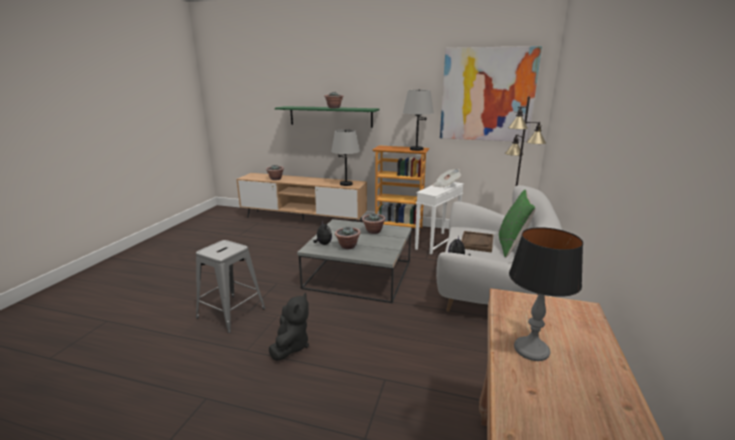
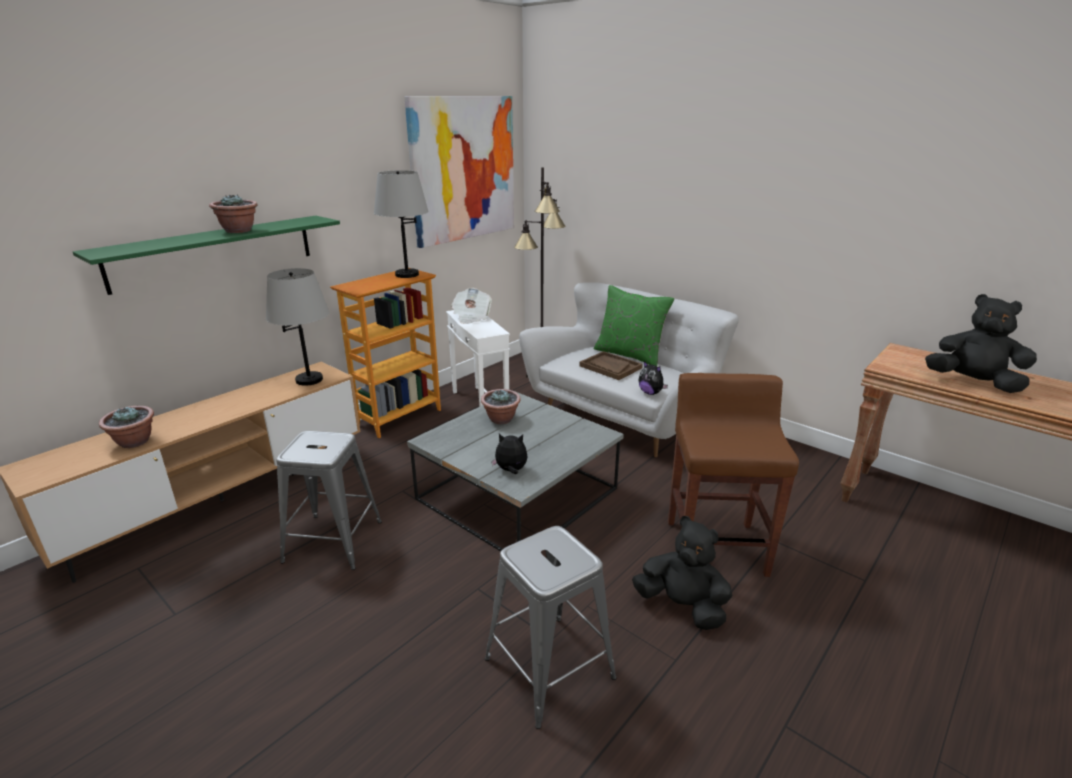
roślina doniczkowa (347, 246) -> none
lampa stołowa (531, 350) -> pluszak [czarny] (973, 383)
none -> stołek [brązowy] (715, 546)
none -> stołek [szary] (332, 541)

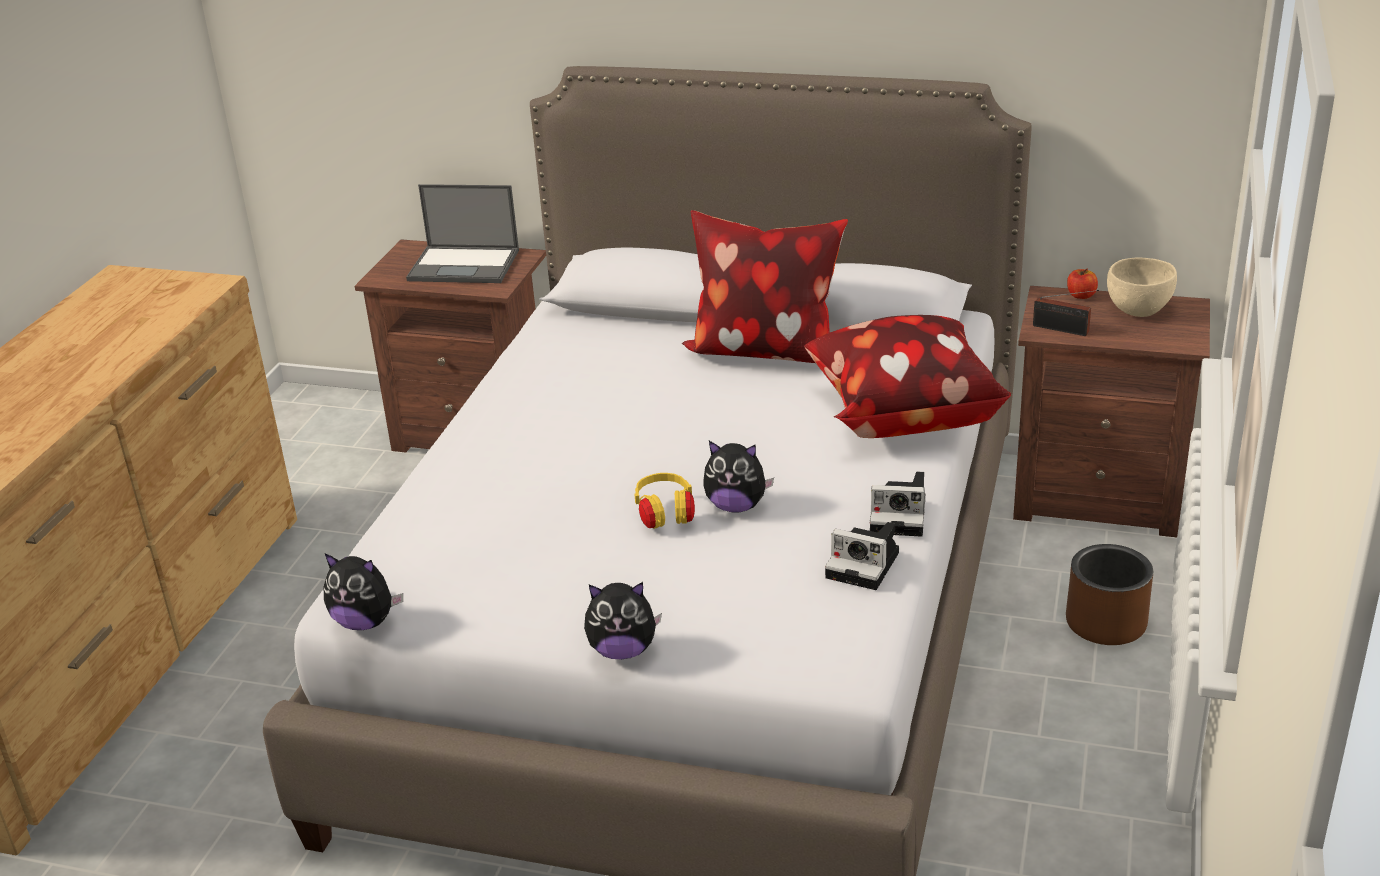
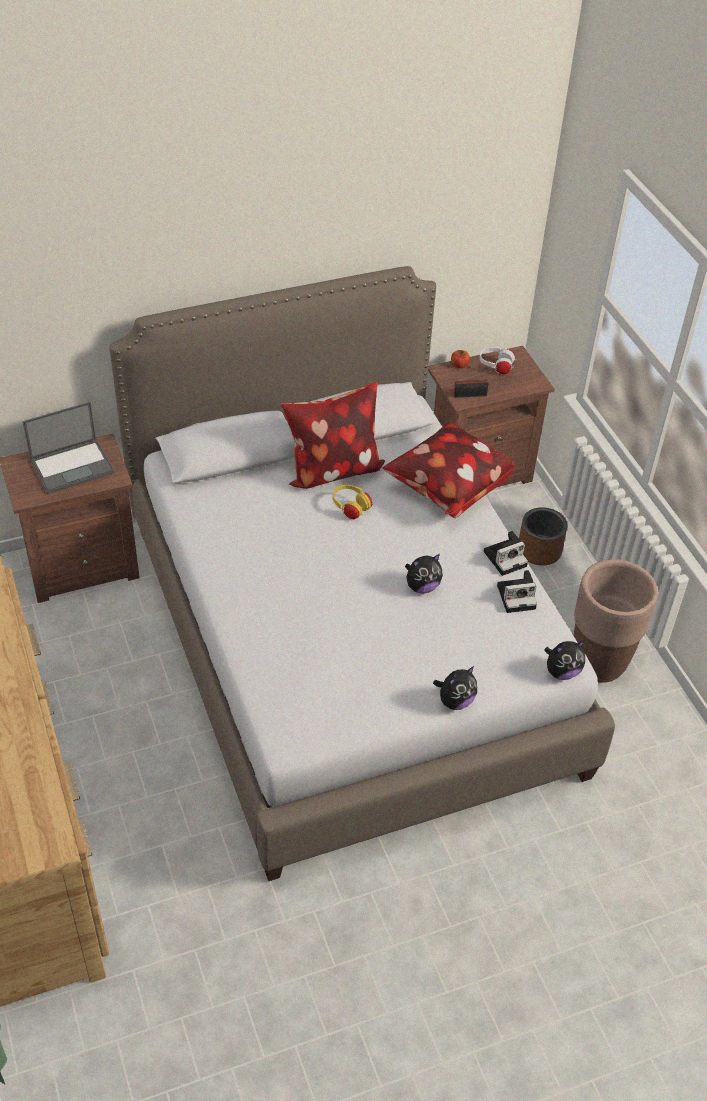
miska [beżowy] (1138, 310) -> słuchawki [biały] (496, 367)
słuchawki [żółty] (665, 515) -> słuchawki [żółty] (351, 508), move
pluszak (365, 622) -> pluszak (561, 672), move
none -> donica [brązowy] (599, 663)

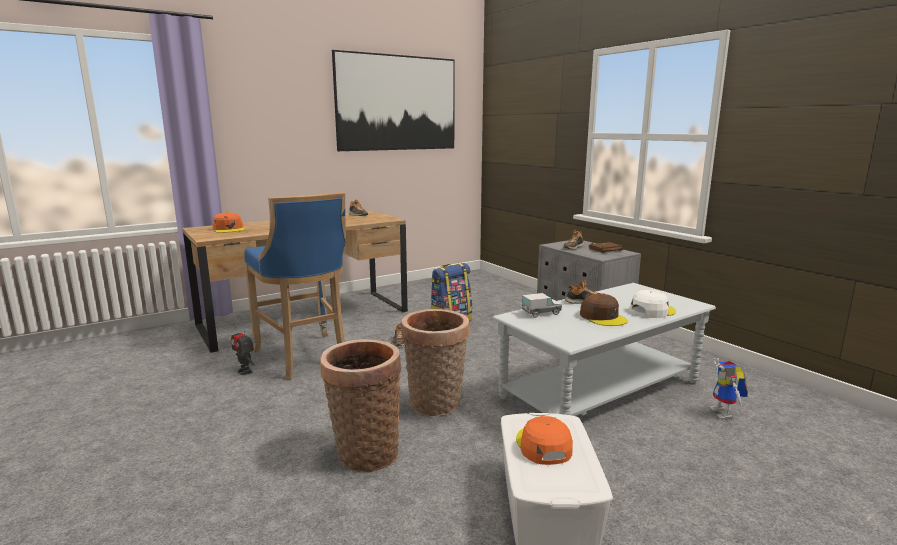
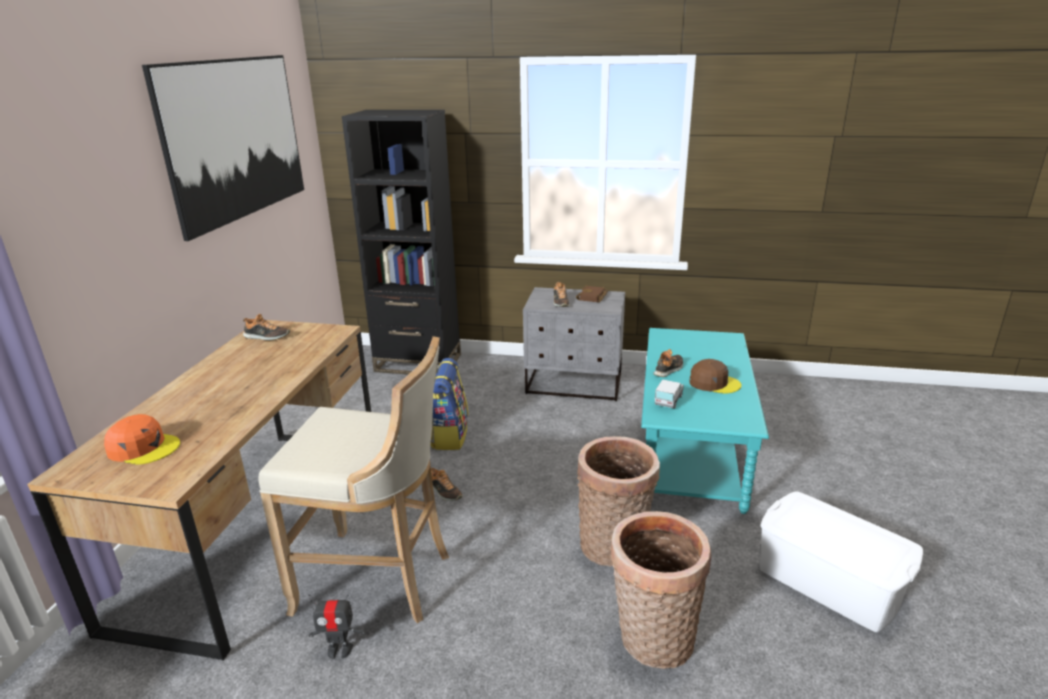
stołek [niebieski] (305, 358) -> stołek [beżowy] (379, 580)
ława [szary] (601, 390) -> ława [turkusowy] (691, 448)
czapka z daszkiem [biały] (652, 311) -> none
robot zabawkowy (725, 414) -> none
czapka z daszkiem [pomarańczowy] (543, 446) -> none
none -> regał [czarny] (418, 363)

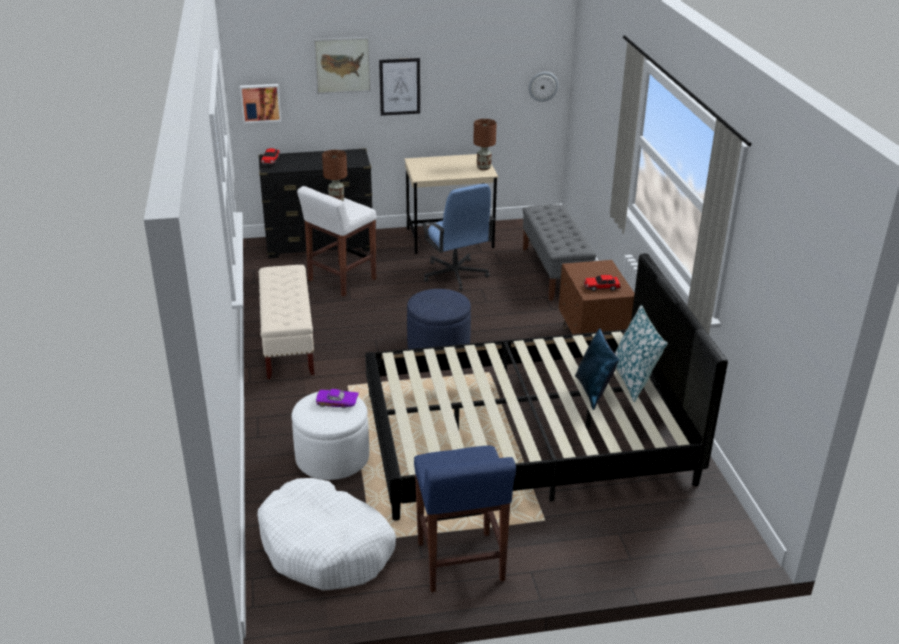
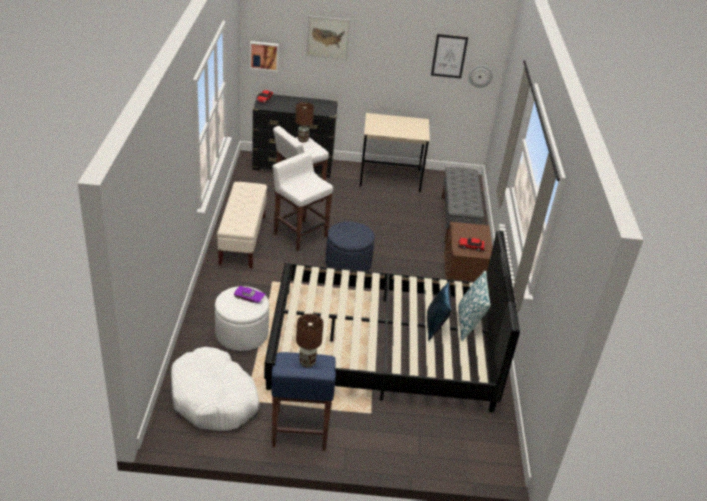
obraz (399, 86) -> obraz (449, 56), move
lampa stołowa [brązowy] (483, 167) -> lampa stołowa [brązowy] (307, 362), move
krzesło biurowe [niebieski] (455, 275) -> none
none -> stołek [biały] (300, 235)

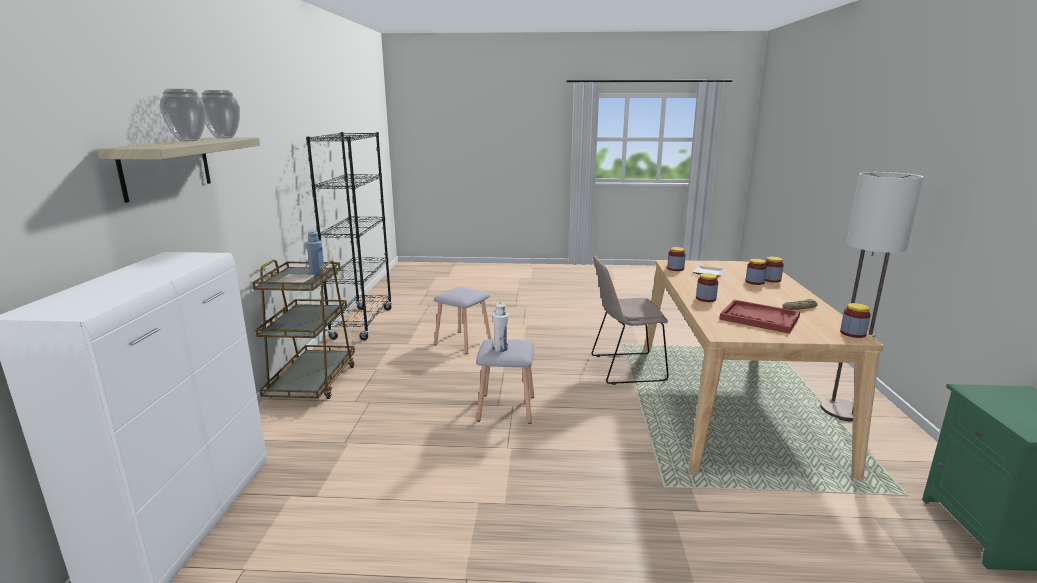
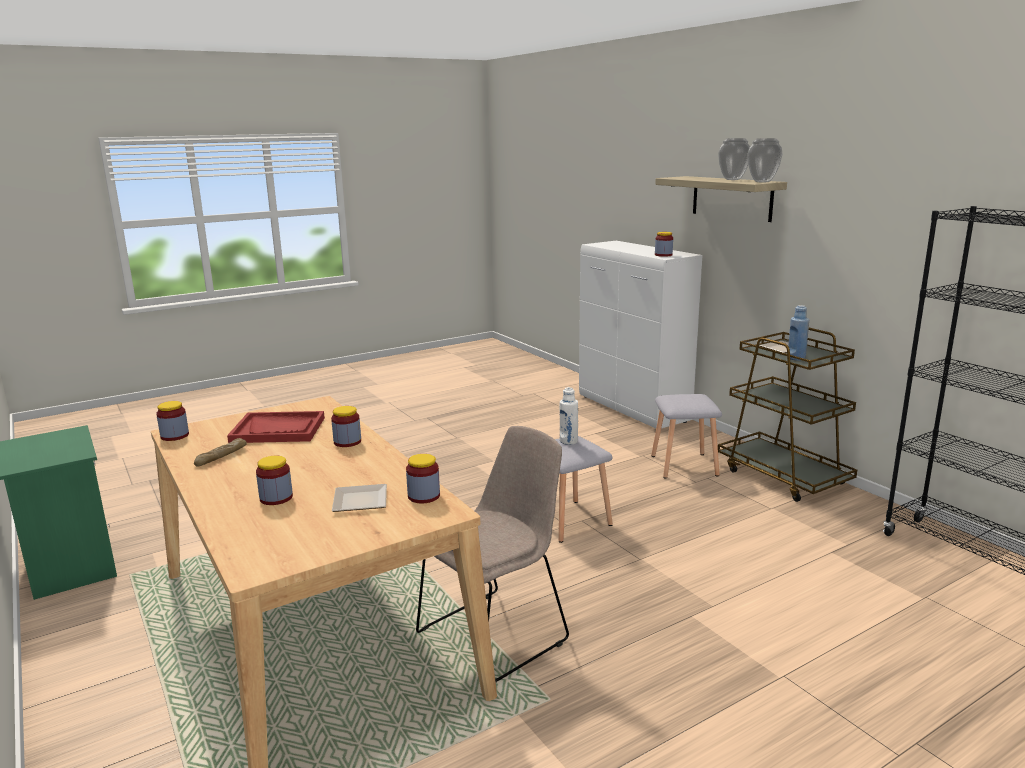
lampa stojąca (842, 411) -> none
słoik (771, 280) -> słoik (663, 255), move
stołek [szary] (463, 342) -> stołek [szary] (685, 466), move

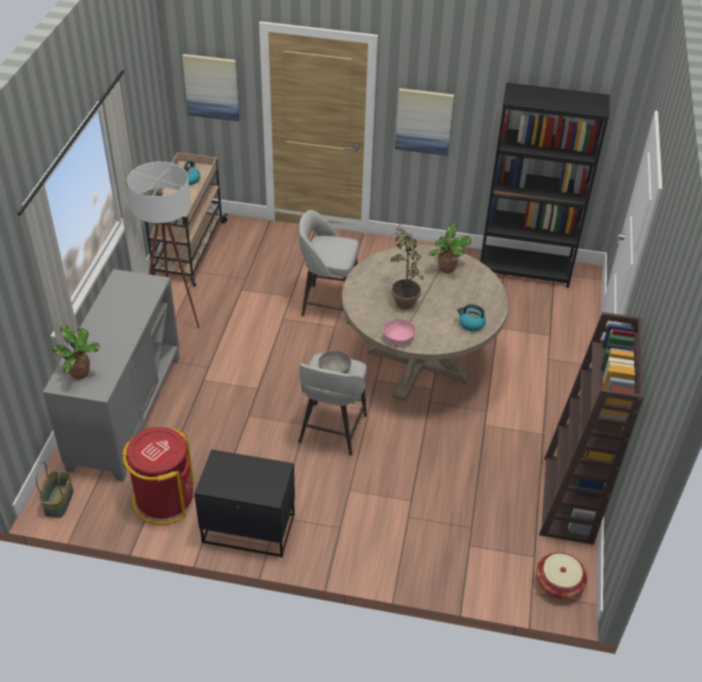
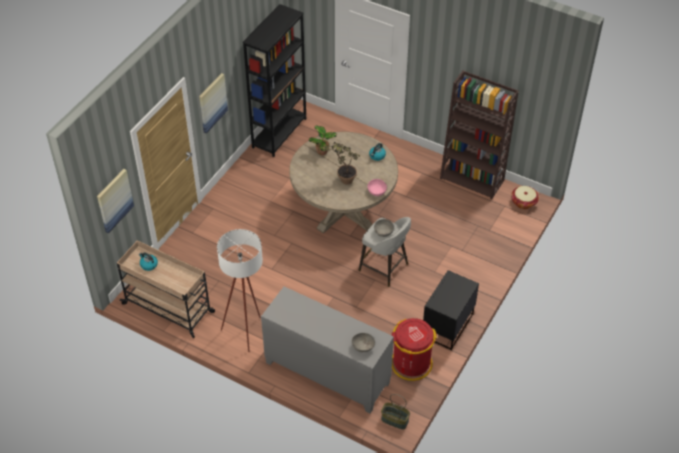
stołek [szary] (328, 303) -> none
roślina doniczkowa (81, 374) -> miska [szary] (363, 346)

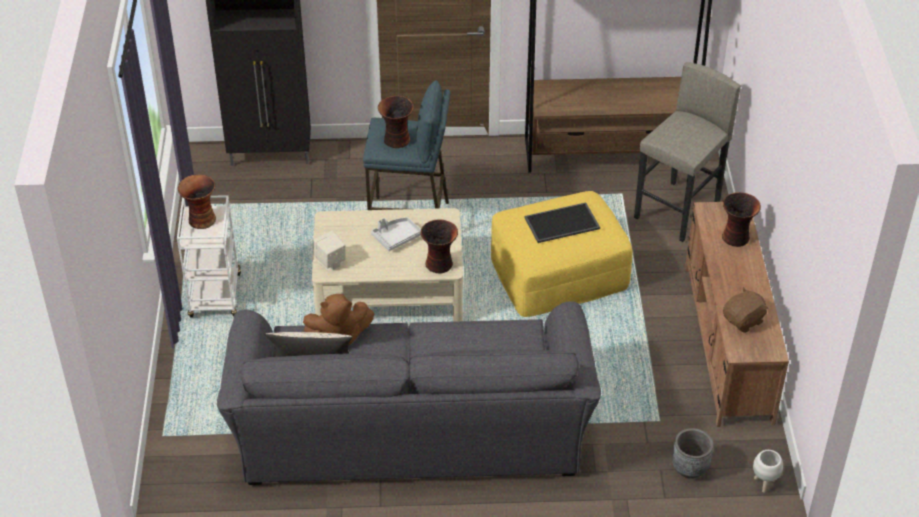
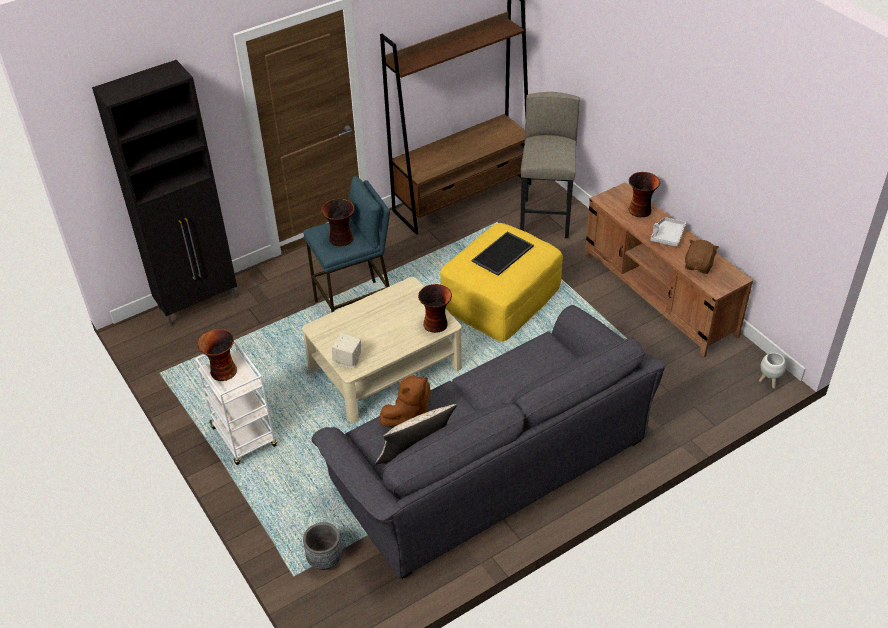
taca [szary] (396, 237) -> taca [szary] (667, 236), move
donica [szary] (689, 468) -> donica [szary] (324, 559), move

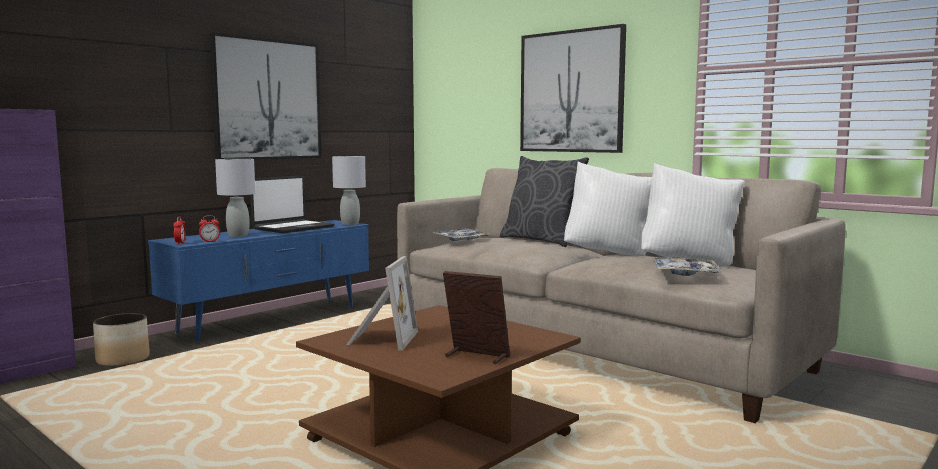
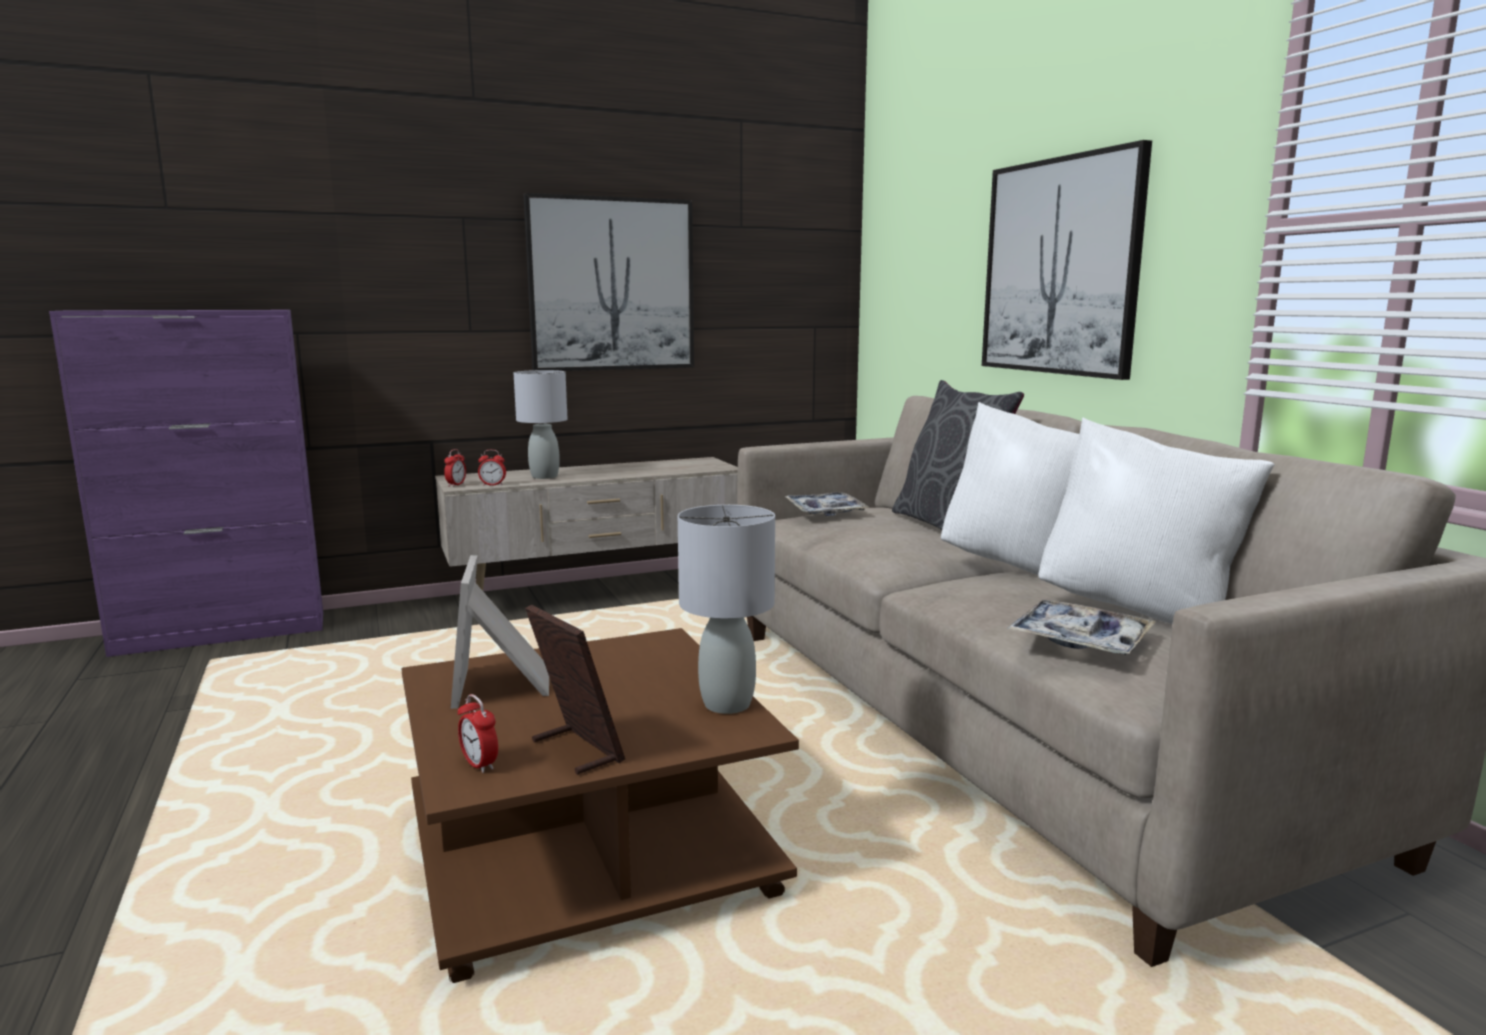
lampa stołowa [szary] (350, 223) -> lampa stołowa [szary] (726, 704), move
laptop (293, 228) -> none
szafka pod telewizor [niebieski] (271, 320) -> szafka pod telewizor [beżowy] (596, 593)
ramka na zdjęcie (380, 339) -> ramka na zdjęcie (505, 684), 135 degrees clockwise
donica (123, 360) -> none
none -> budzik (479, 765)

